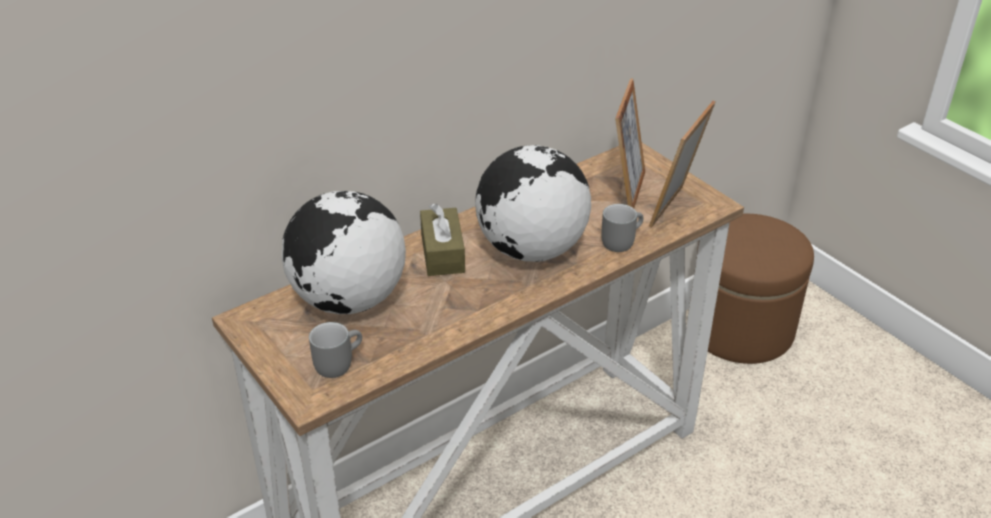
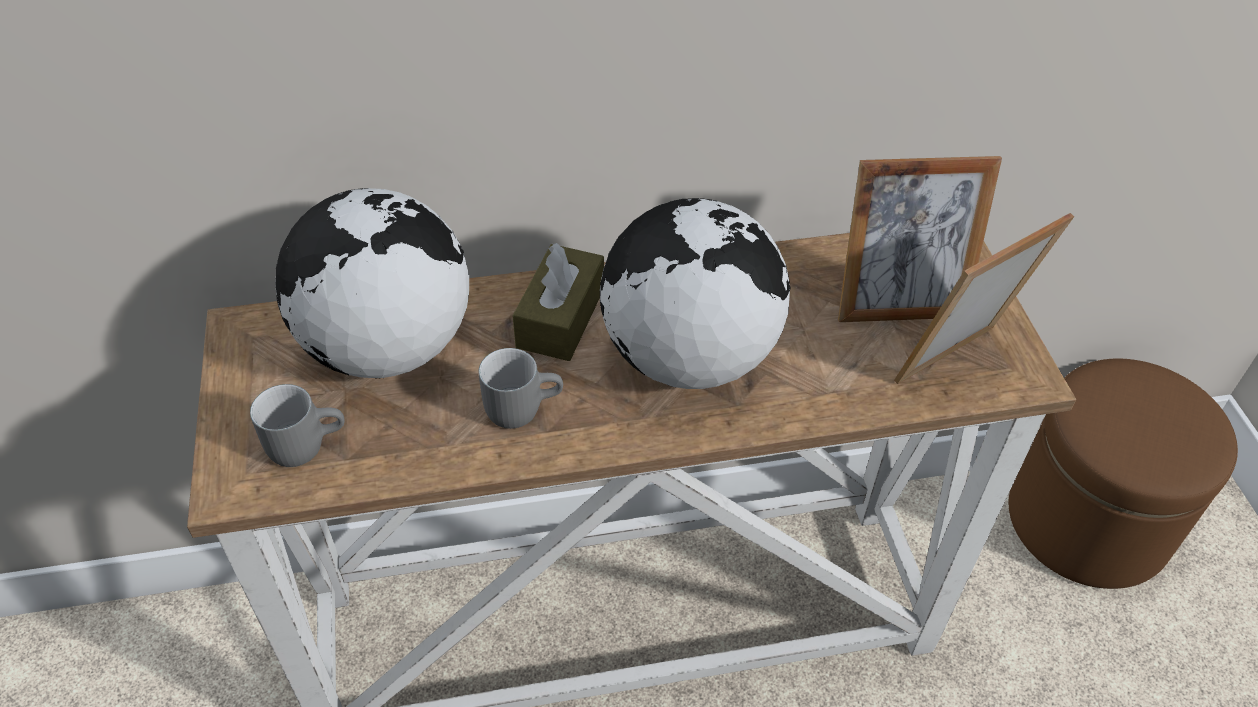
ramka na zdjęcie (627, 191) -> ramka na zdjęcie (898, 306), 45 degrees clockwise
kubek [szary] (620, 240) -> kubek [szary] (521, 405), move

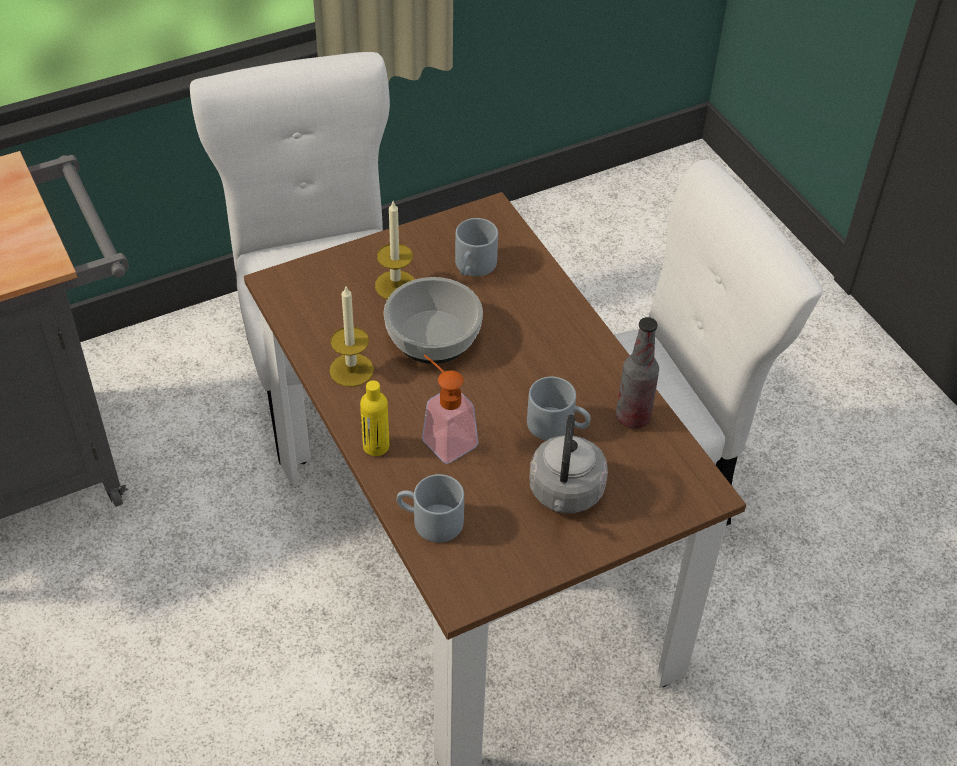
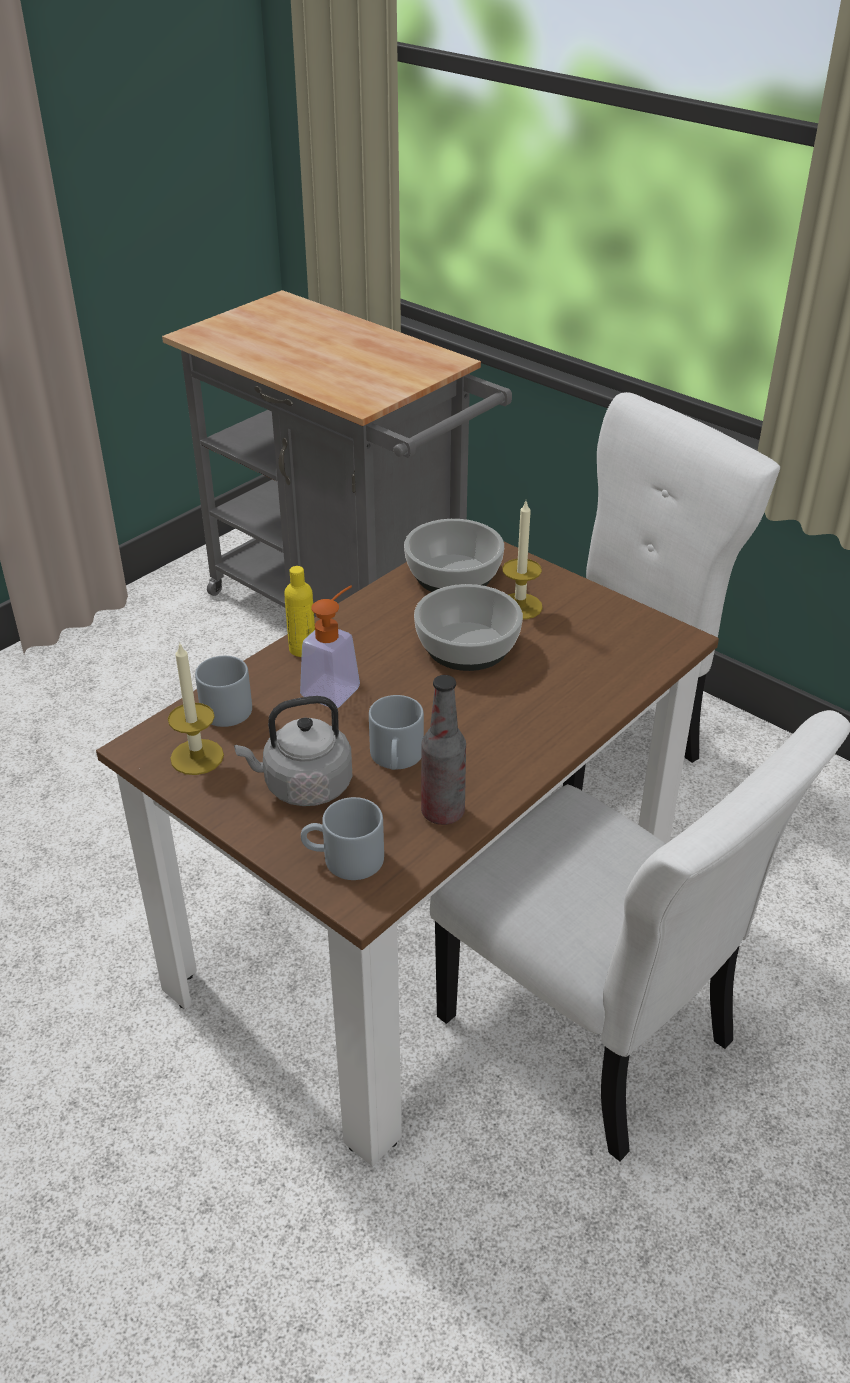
kubek [szary] (473, 267) -> kubek [szary] (343, 859), move
świeca (351, 370) -> świeca (197, 757), move
none -> miska (452, 575)

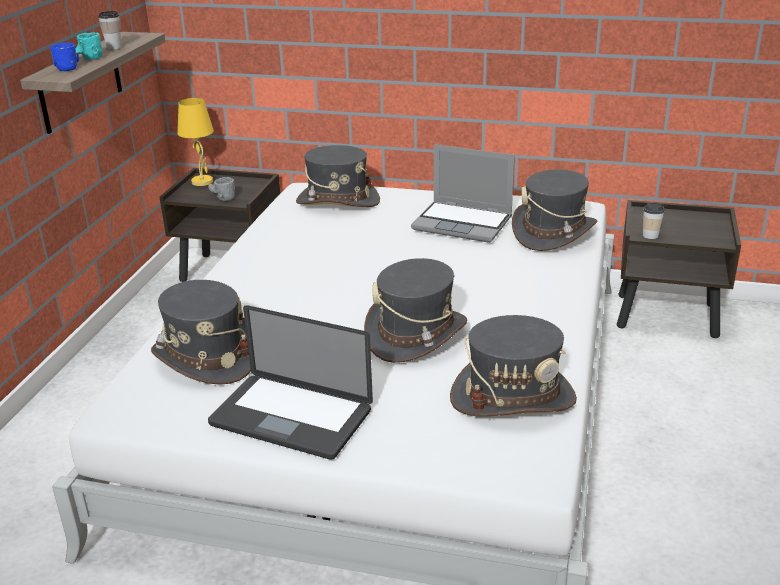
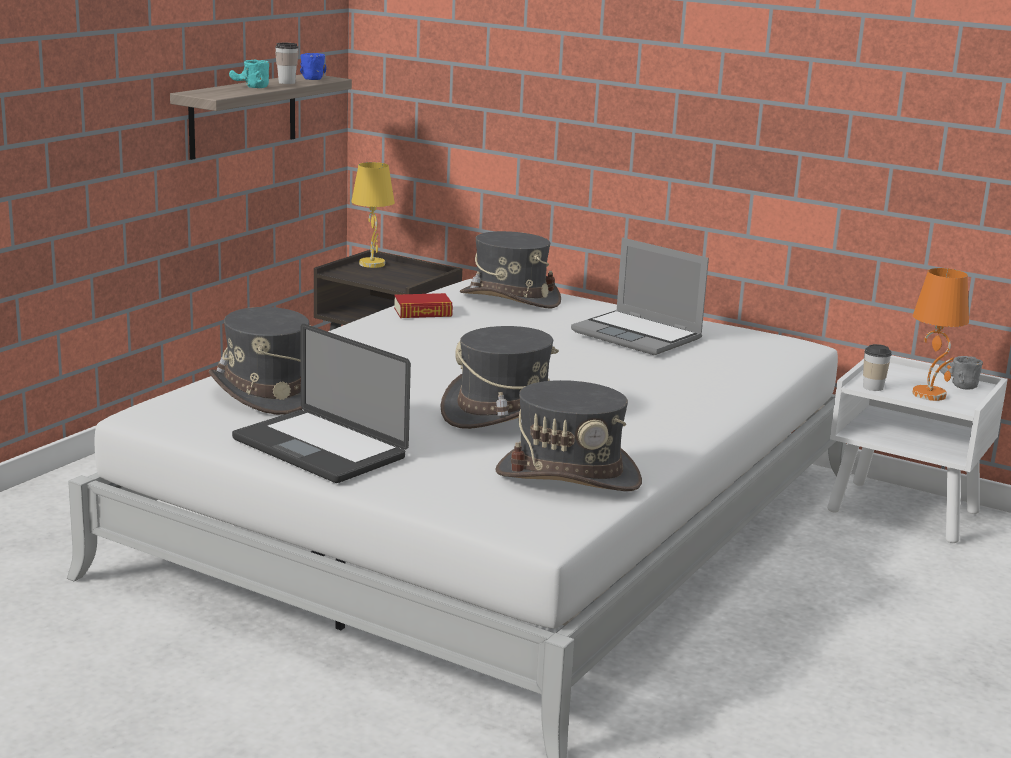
kubek [niebieski] (63, 67) -> kubek [niebieski] (310, 77), move
kapelusz [szary] (553, 232) -> none
kubek [szary] (221, 198) -> kubek [szary] (956, 384), move
szafka nocna [brązowy] (668, 316) -> szafka nocna [biały] (905, 512)
none -> lampa stołowa [pomarańczowy] (930, 395)
none -> książka (423, 312)

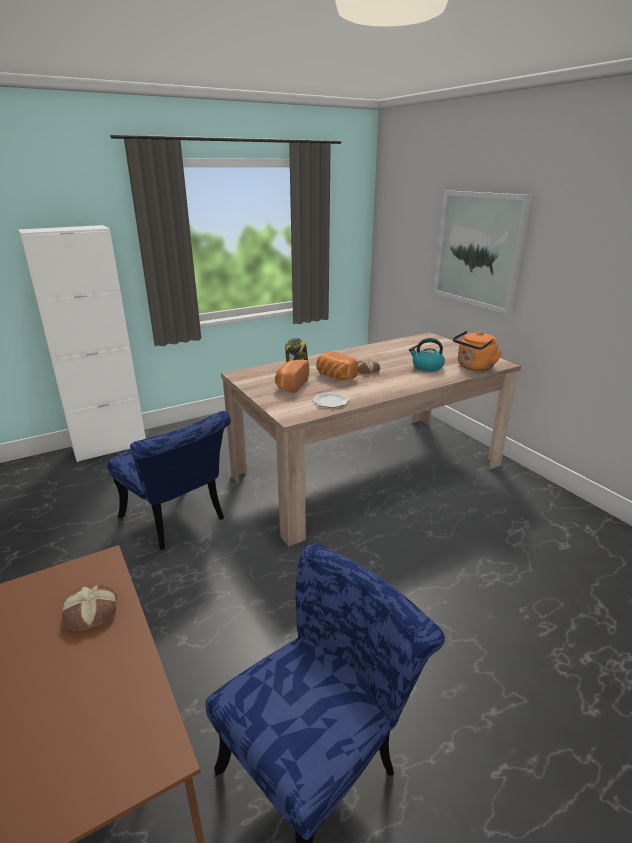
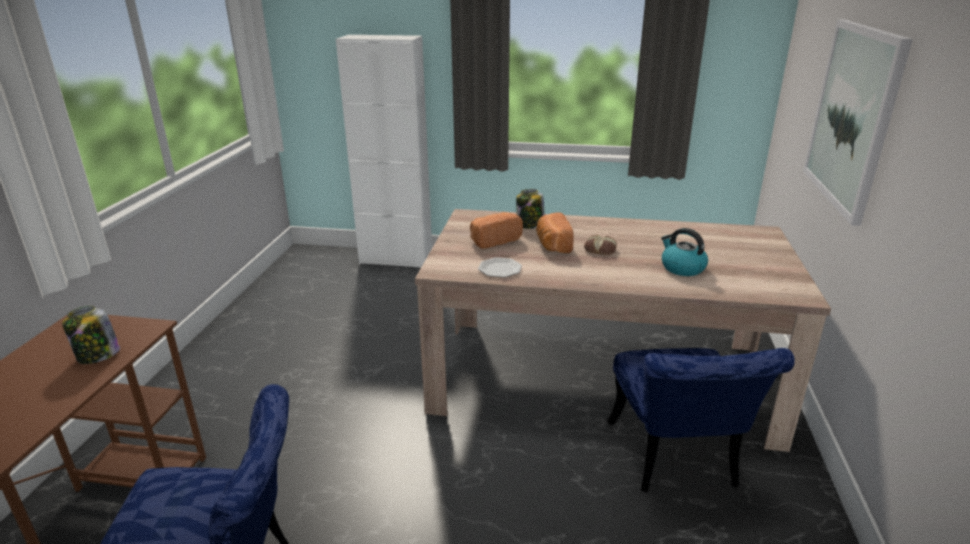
czajnik [pomarańczowy] (474, 367) -> none
krzesło [niebieski] (178, 521) -> krzesło [niebieski] (675, 462), move
chleb (90, 613) -> słoik (98, 355)

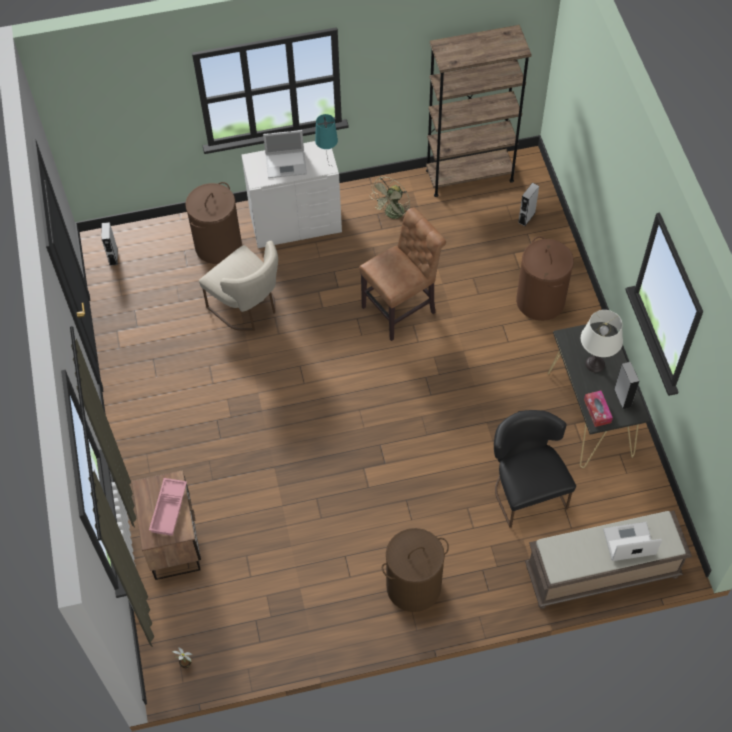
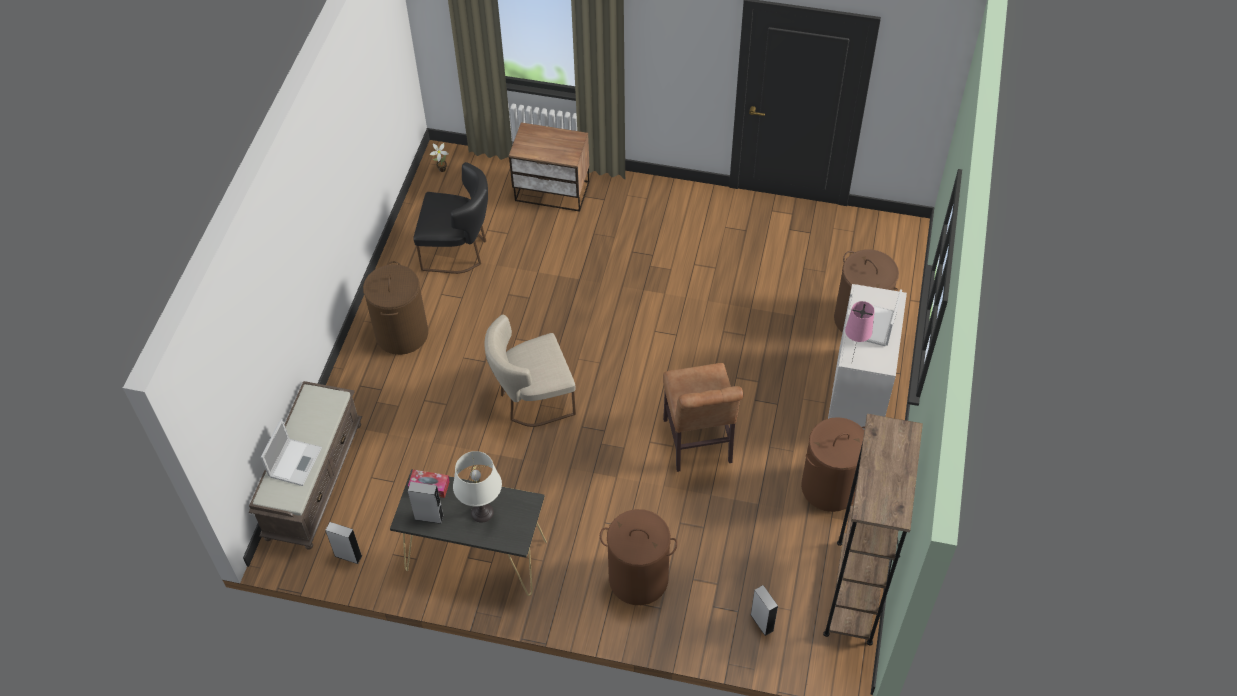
lampa stołowa [turkusowy] (328, 167) -> lampa stołowa [różowy] (852, 359)
wentylator [zielony] (392, 215) -> kosz na pranie [brązowy] (829, 487)
głośnik [szary] (113, 256) -> głośnik [szary] (348, 555), move
krzesło [beżowy] (248, 308) -> krzesło [beżowy] (532, 400), move
krzesło [czarny] (525, 489) -> krzesło [czarny] (458, 250), move
taca [różowy] (169, 509) -> none

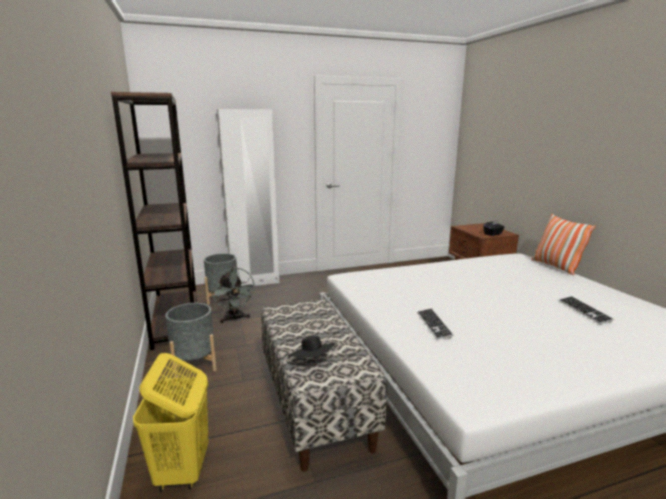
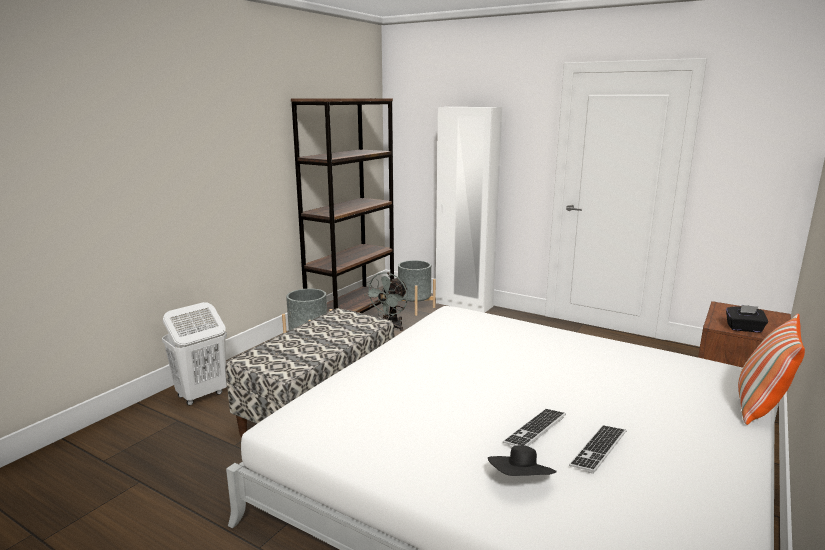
klawiatura (434, 325) -> klawiatura (535, 430), move
kapelusz [czarny] (312, 361) -> kapelusz [czarny] (521, 481), move
kosz na pranie [żółty] (182, 470) -> kosz na pranie [biały] (201, 395)

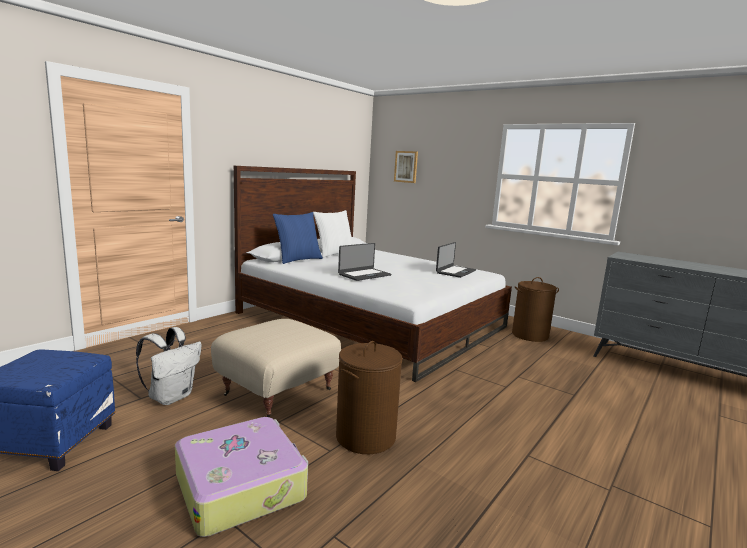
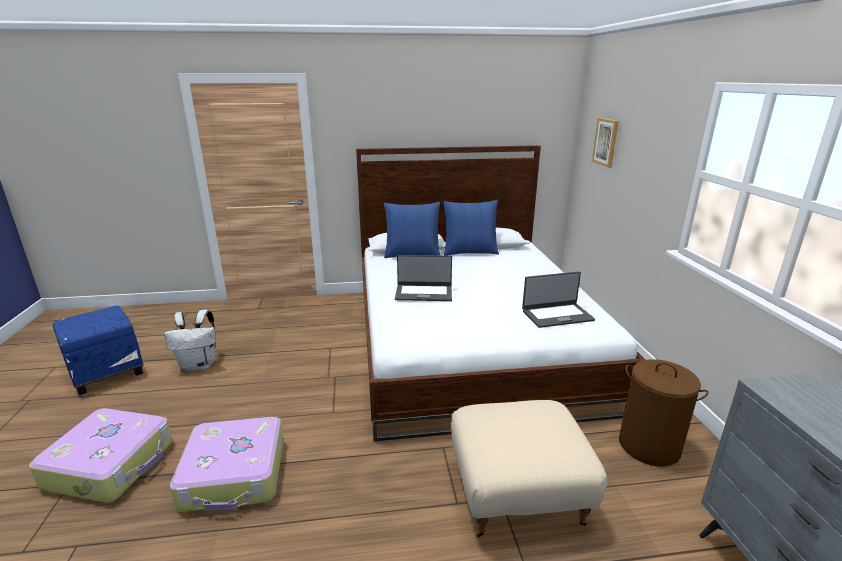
poduszka [biały] (334, 254) -> poduszka [niebieski] (469, 252)
pufa [beżowy] (278, 392) -> pufa [beżowy] (518, 495), move
kosz na pranie [brązowy] (366, 436) -> walizka (235, 475)

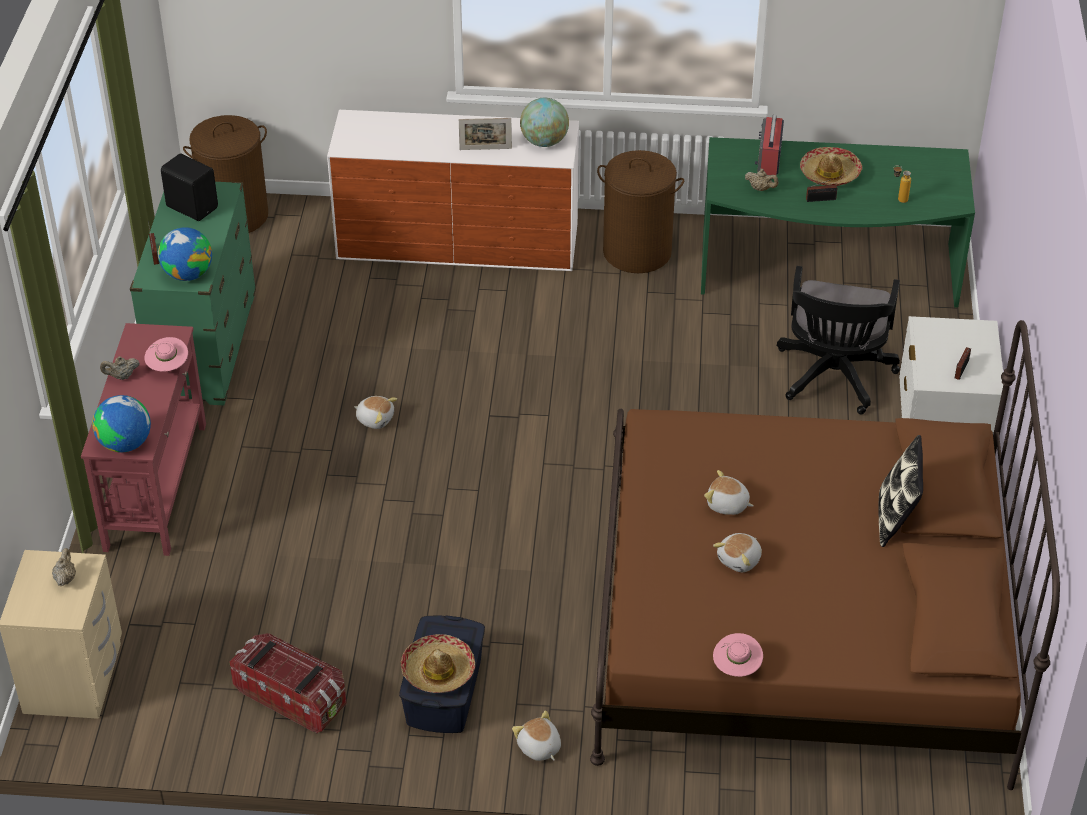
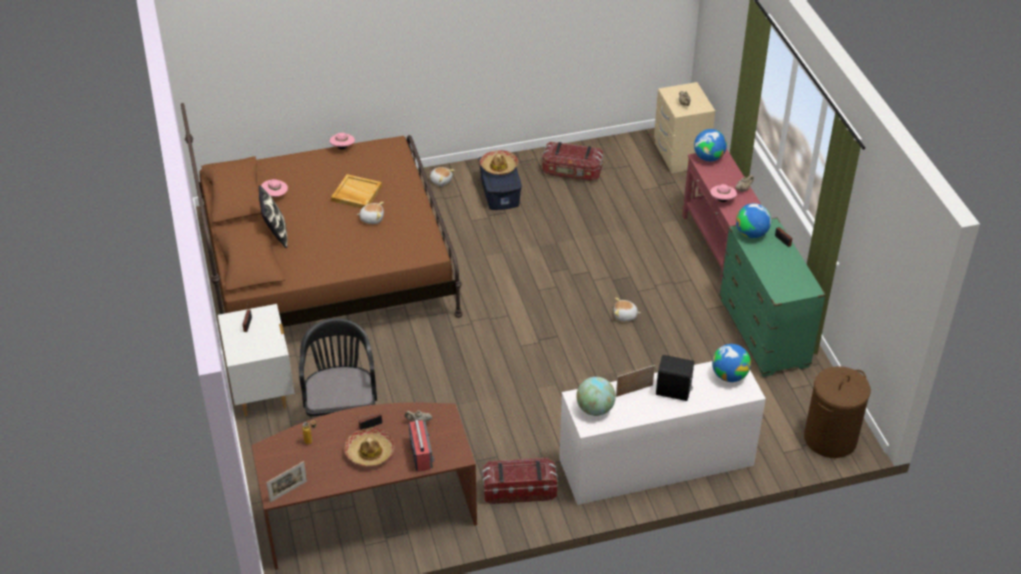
biurko [zielony] (828, 273) -> biurko [brązowy] (368, 511)
kosz na pranie [brązowy] (637, 252) -> pojemnik do przechowywania (519, 490)
głośnik [czarny] (192, 206) -> głośnik [czarny] (674, 392), move
pluszak (740, 560) -> taca [beżowy] (356, 193)
none -> kapelusz [różowy] (275, 195)
none -> globus (729, 375)
none -> ramka na zdjęcie (288, 491)

